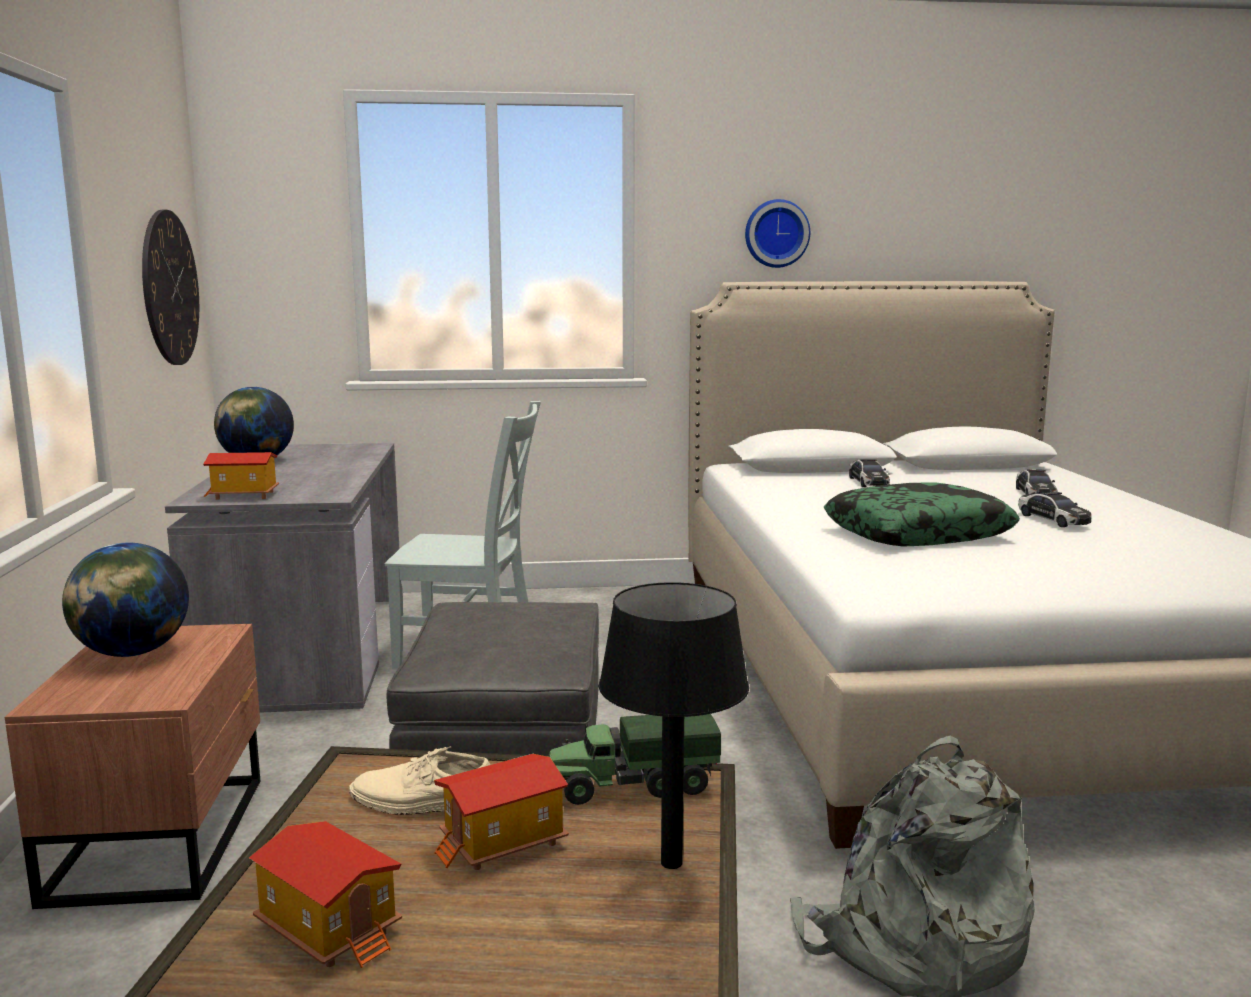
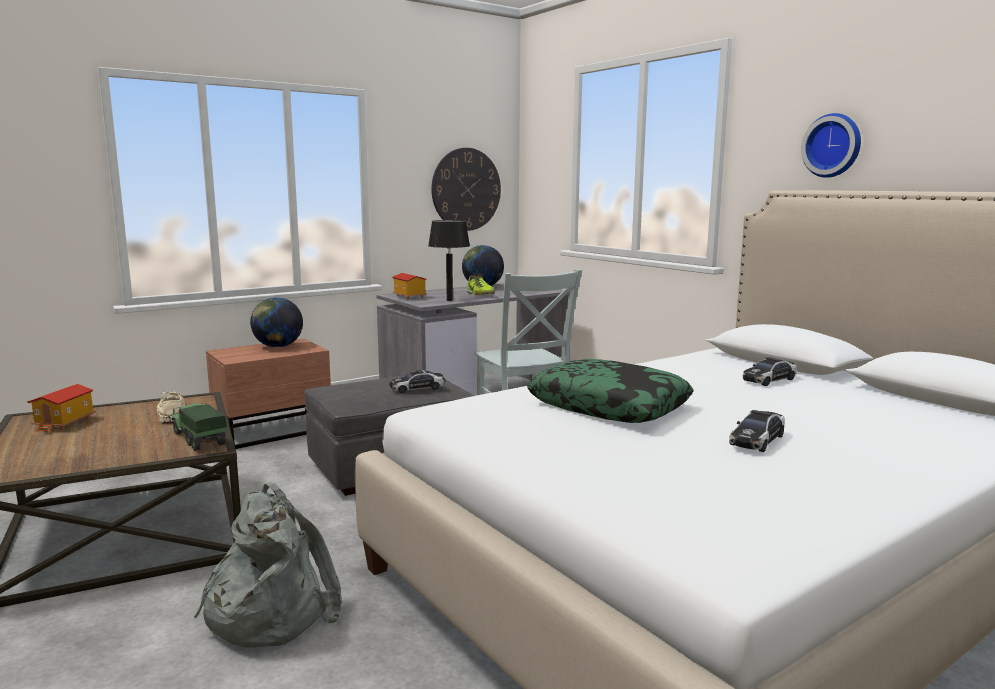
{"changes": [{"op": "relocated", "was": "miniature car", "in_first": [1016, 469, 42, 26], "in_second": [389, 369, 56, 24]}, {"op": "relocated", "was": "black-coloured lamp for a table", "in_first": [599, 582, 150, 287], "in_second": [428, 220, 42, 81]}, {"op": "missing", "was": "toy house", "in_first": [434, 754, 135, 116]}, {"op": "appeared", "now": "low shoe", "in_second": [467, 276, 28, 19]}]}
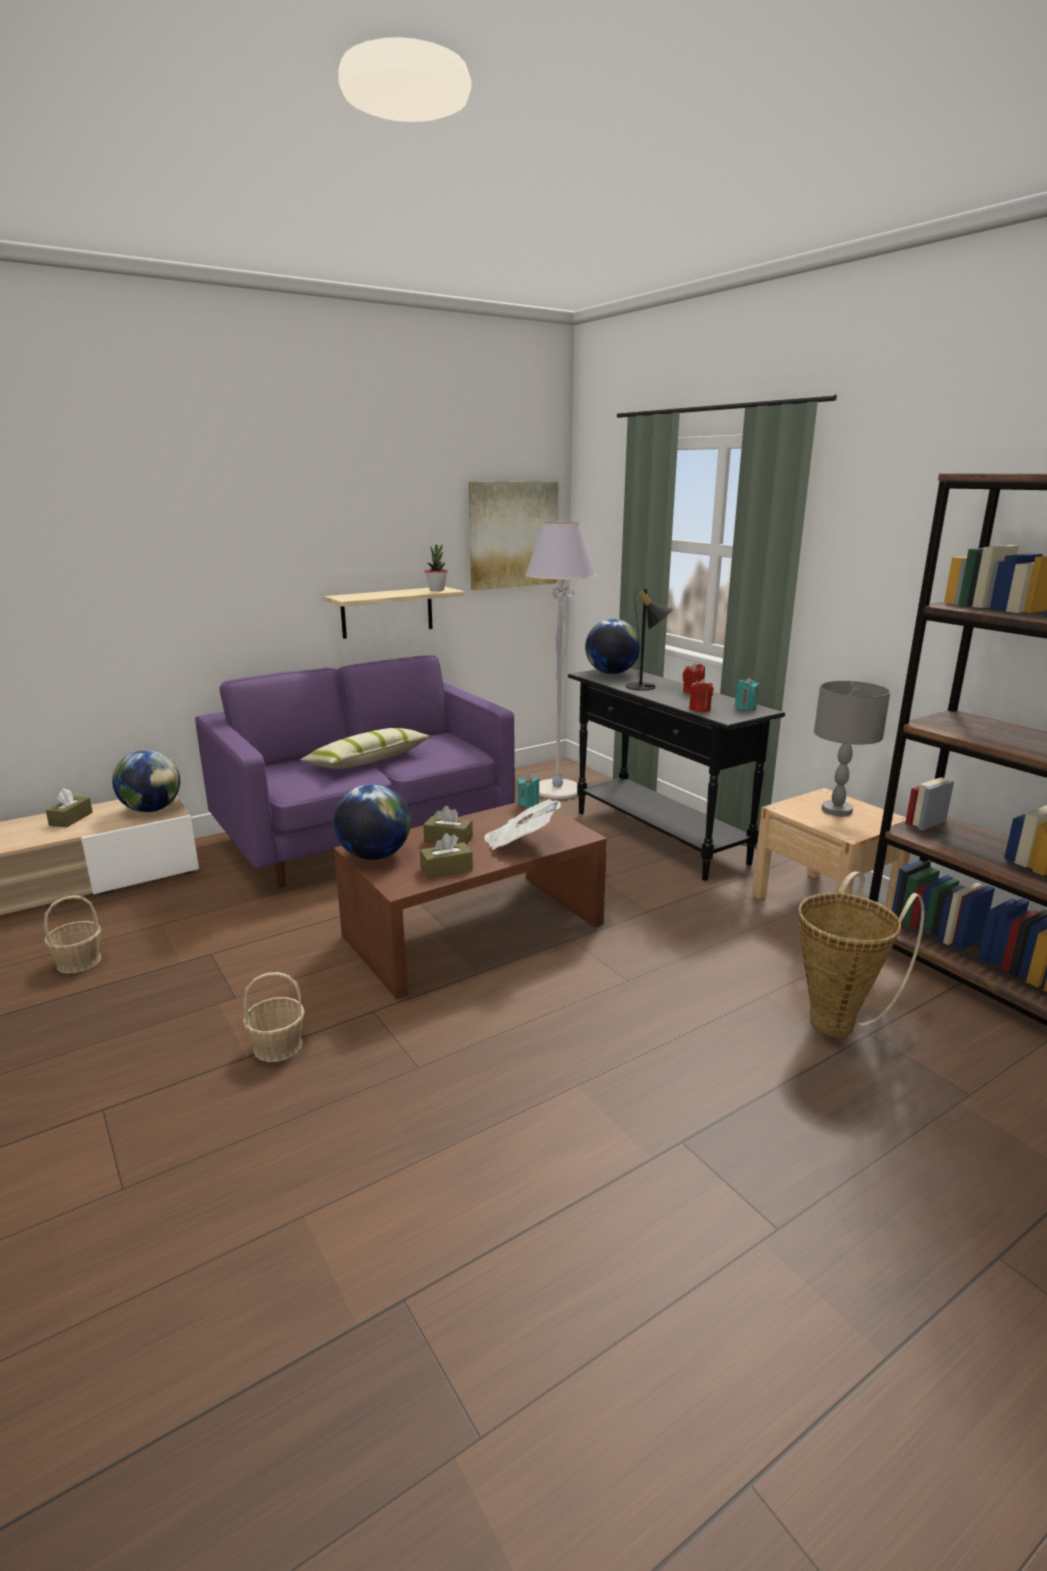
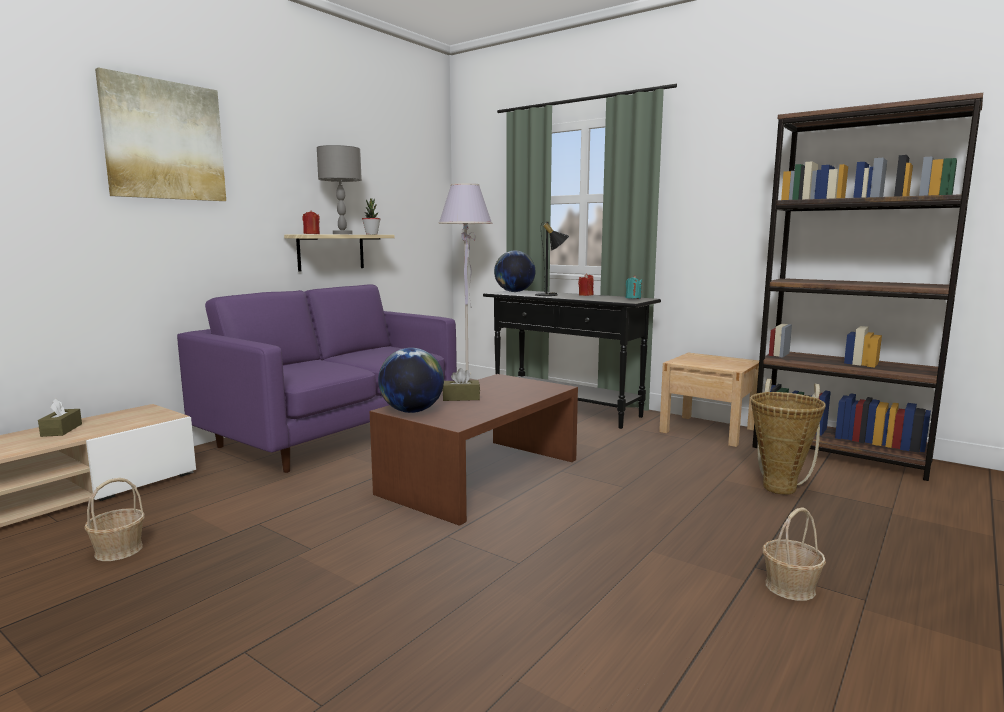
{"changes": [{"op": "relocated", "was": "picture", "in_first": [469, 481, 90, 109], "in_second": [95, 67, 131, 134]}, {"op": "relocated", "was": "red-coloured wax candle", "in_first": [689, 679, 25, 33], "in_second": [303, 210, 17, 24]}, {"op": "relocated", "was": "grey lamp for a table", "in_first": [814, 681, 77, 135], "in_second": [317, 145, 45, 89]}, {"op": "missing", "was": "throw pillow", "in_first": [300, 728, 132, 41]}, {"op": "missing", "was": "globe", "in_first": [112, 750, 68, 62]}, {"op": "missing", "was": "blue-green wax candle", "in_first": [518, 774, 22, 34]}, {"op": "missing", "was": "daily paper", "in_first": [484, 799, 77, 51]}, {"op": "missing", "was": "brown box of tissues", "in_first": [420, 833, 53, 45]}, {"op": "relocated", "was": "basket", "in_first": [243, 972, 62, 90], "in_second": [763, 507, 63, 94]}]}
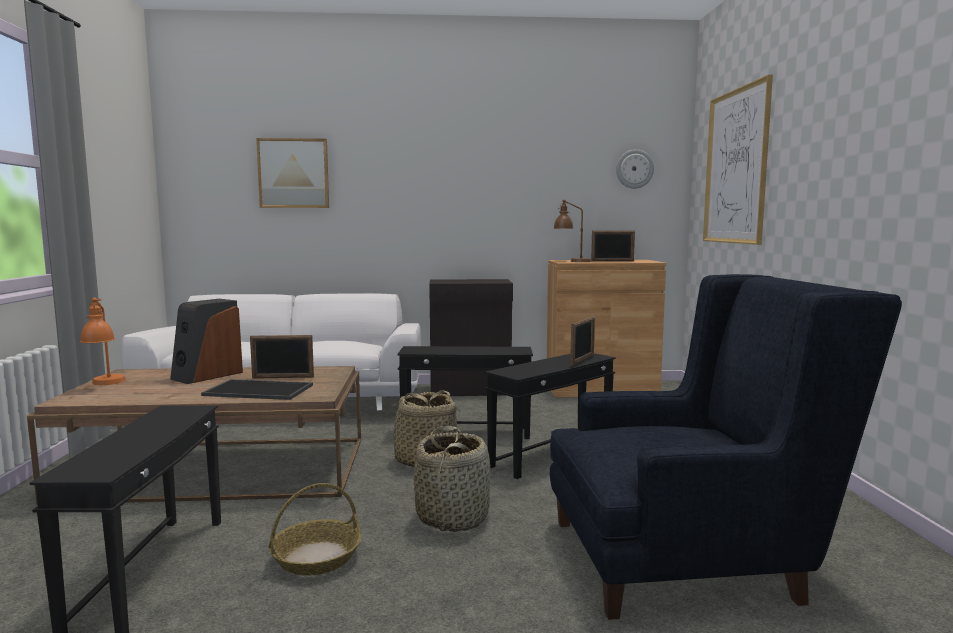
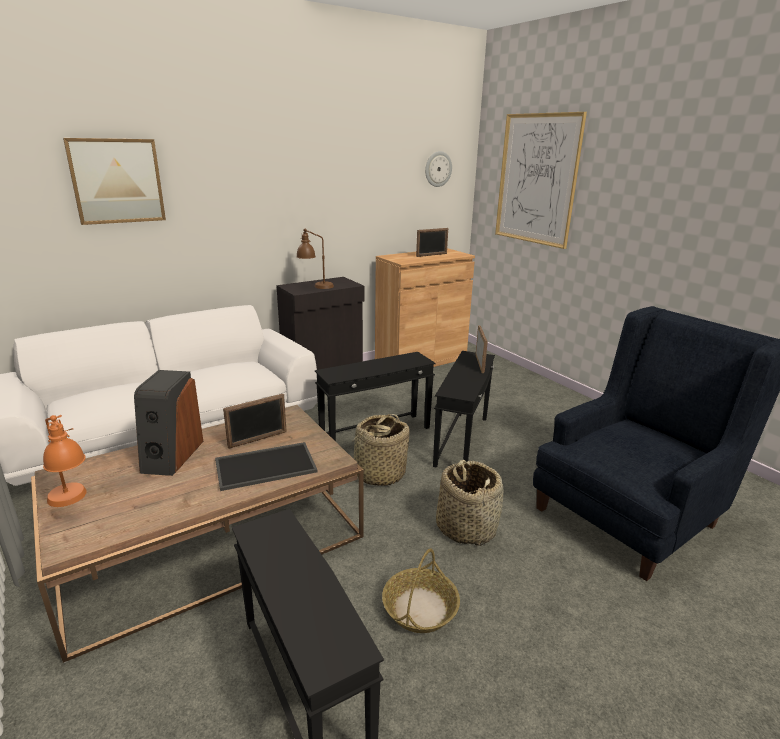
{"changes": [{"op": "relocated", "was": "brown lamp for a table", "in_first": [553, 200, 38, 62], "in_second": [296, 229, 38, 60]}]}
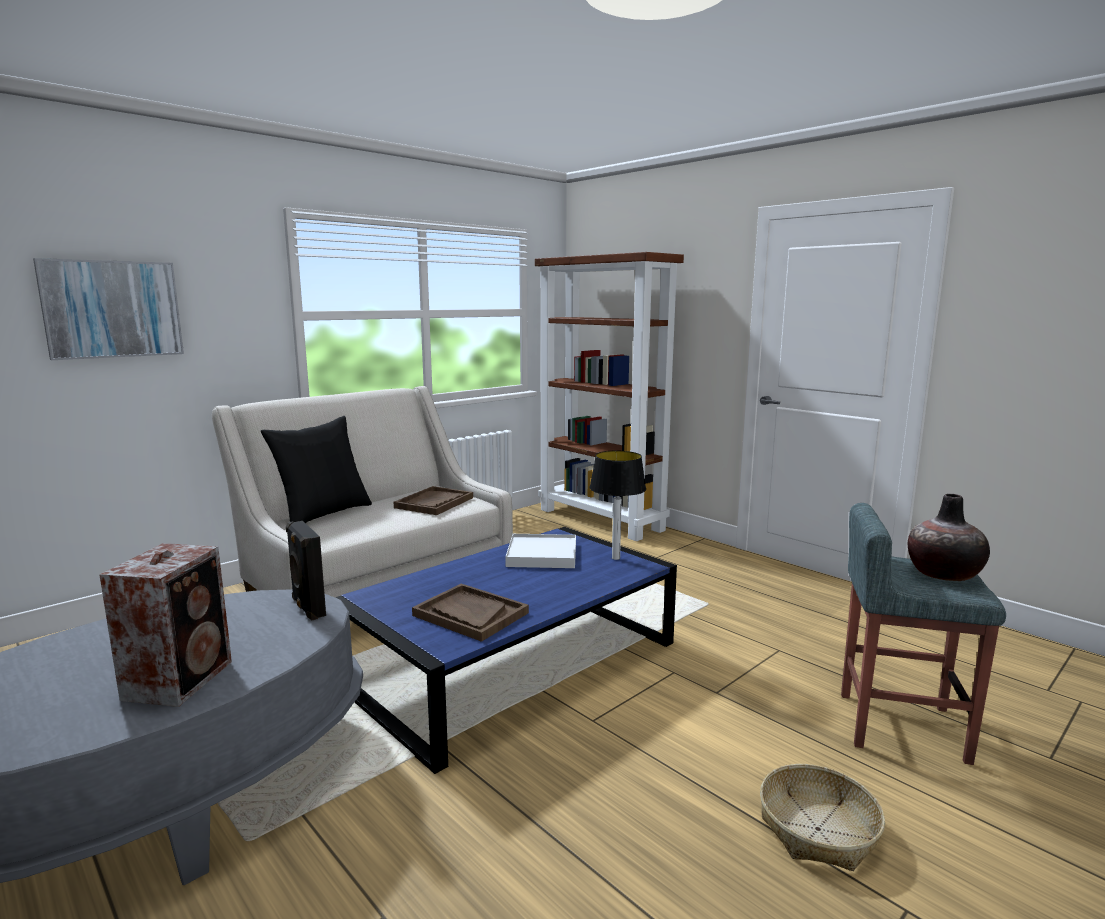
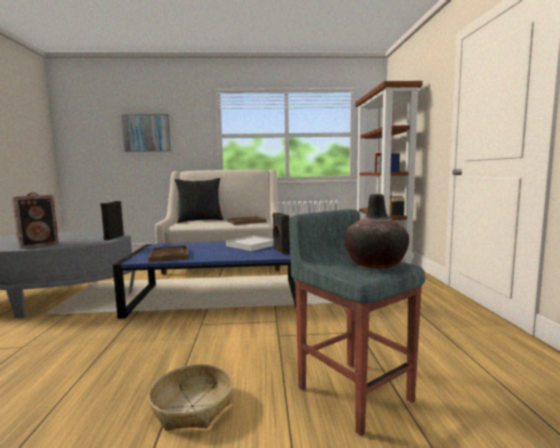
{"changes": [{"op": "exchanged", "was": "lamp for a table", "now": "black-coloured loudspeaker", "in_first": [589, 451, 57, 109], "in_second": [272, 213, 18, 42]}]}
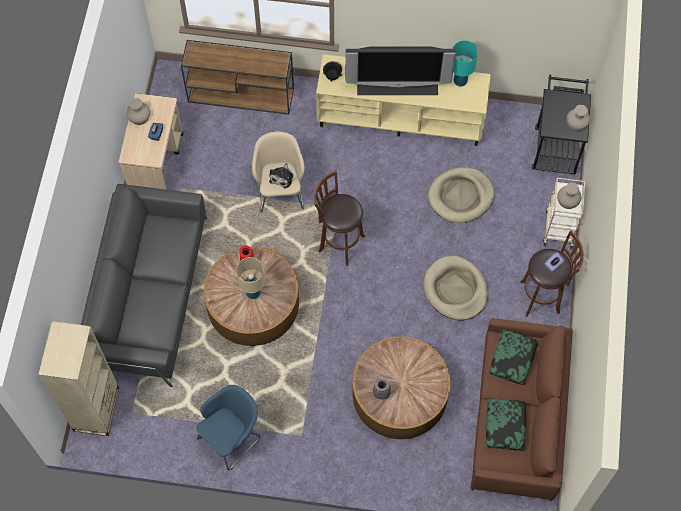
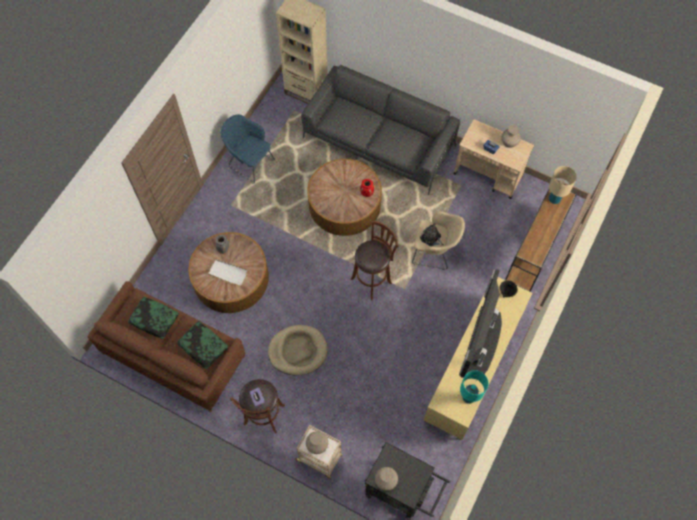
{"changes": [{"op": "missing", "was": "sand-coloured dog cushion", "in_first": [428, 167, 66, 56]}, {"op": "relocated", "was": "sand-coloured lamp for a table", "in_first": [236, 257, 29, 42], "in_second": [549, 166, 28, 38]}, {"op": "spun", "was": "blue easy chair", "in_first": [196, 385, 64, 85], "in_second": [221, 114, 54, 69], "clockwise": 150}, {"op": "appeared", "now": "white carrying tray", "in_second": [208, 259, 40, 28]}]}
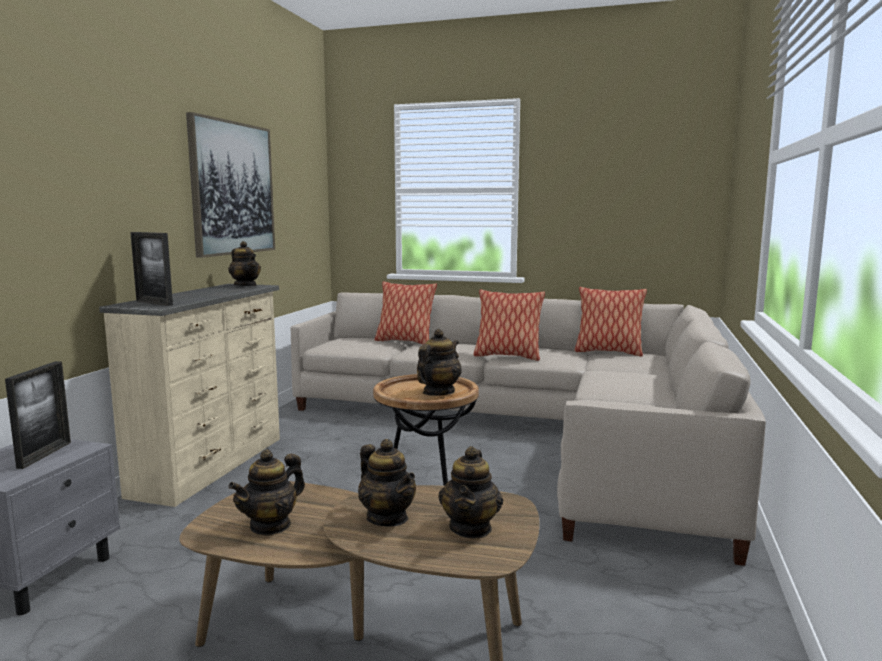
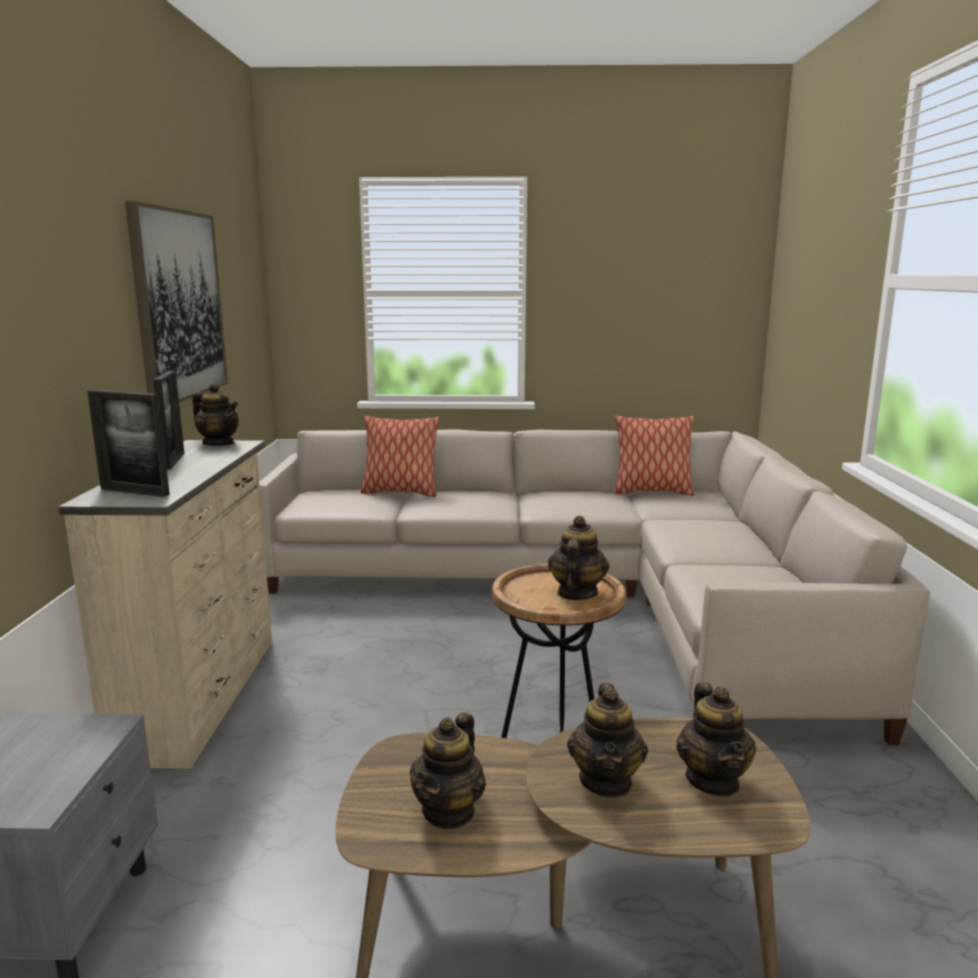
{"changes": [{"op": "missing", "was": "throw pillow", "in_first": [473, 290, 72, 71]}, {"op": "relocated", "was": "standing frame", "in_first": [5, 361, 66, 108], "in_second": [153, 371, 31, 98]}, {"op": "spun", "was": "pot for tea", "in_first": [358, 439, 58, 87], "in_second": [567, 683, 81, 115], "clockwise": 60}]}
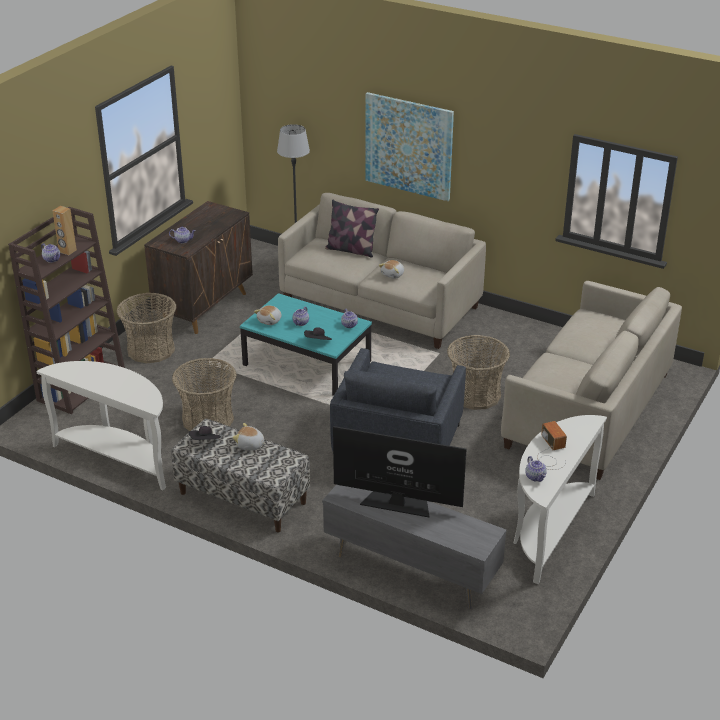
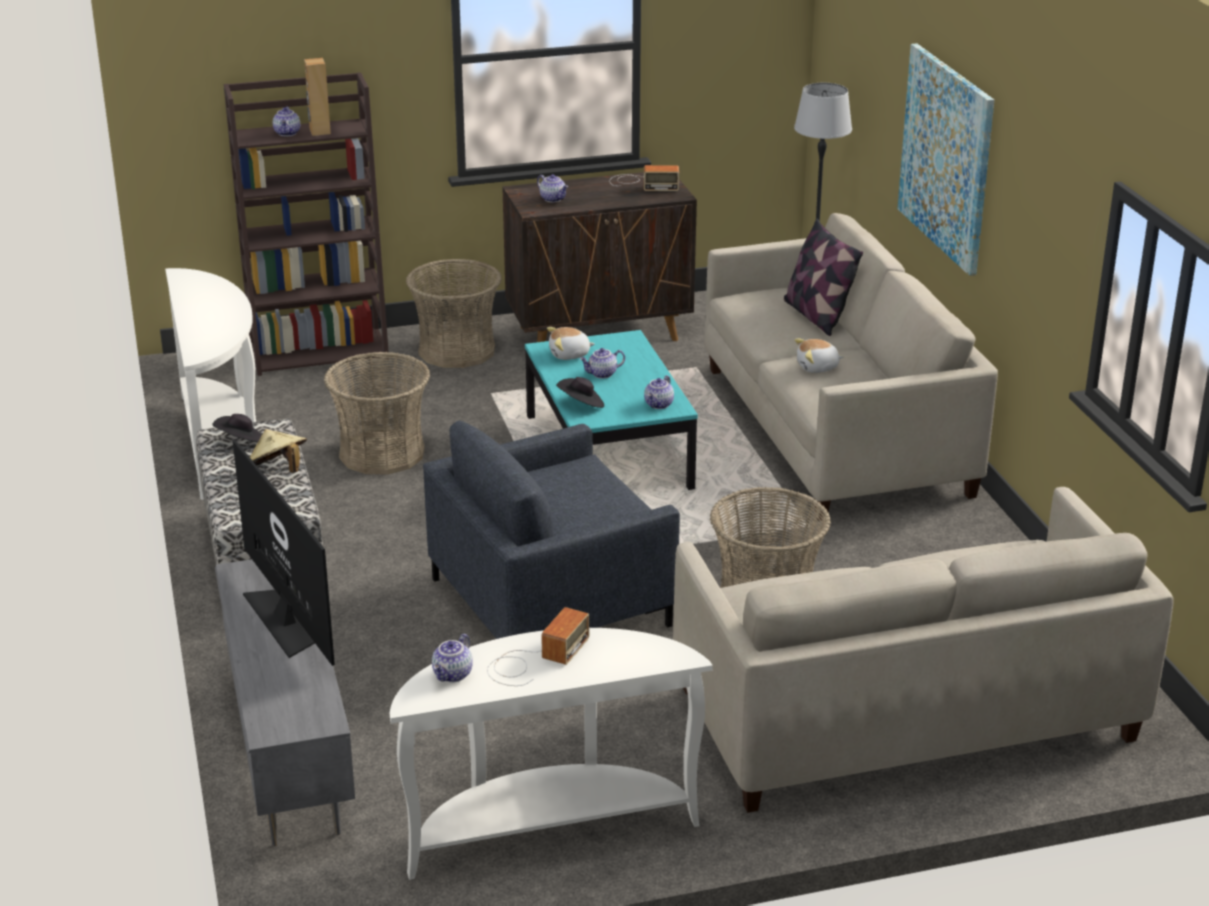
{"changes": [{"op": "exchanged", "was": "soft toy", "now": "sand-coloured hat", "in_first": [233, 423, 33, 27], "in_second": [250, 429, 57, 44]}, {"op": "appeared", "now": "radio set", "in_second": [610, 165, 69, 26]}]}
